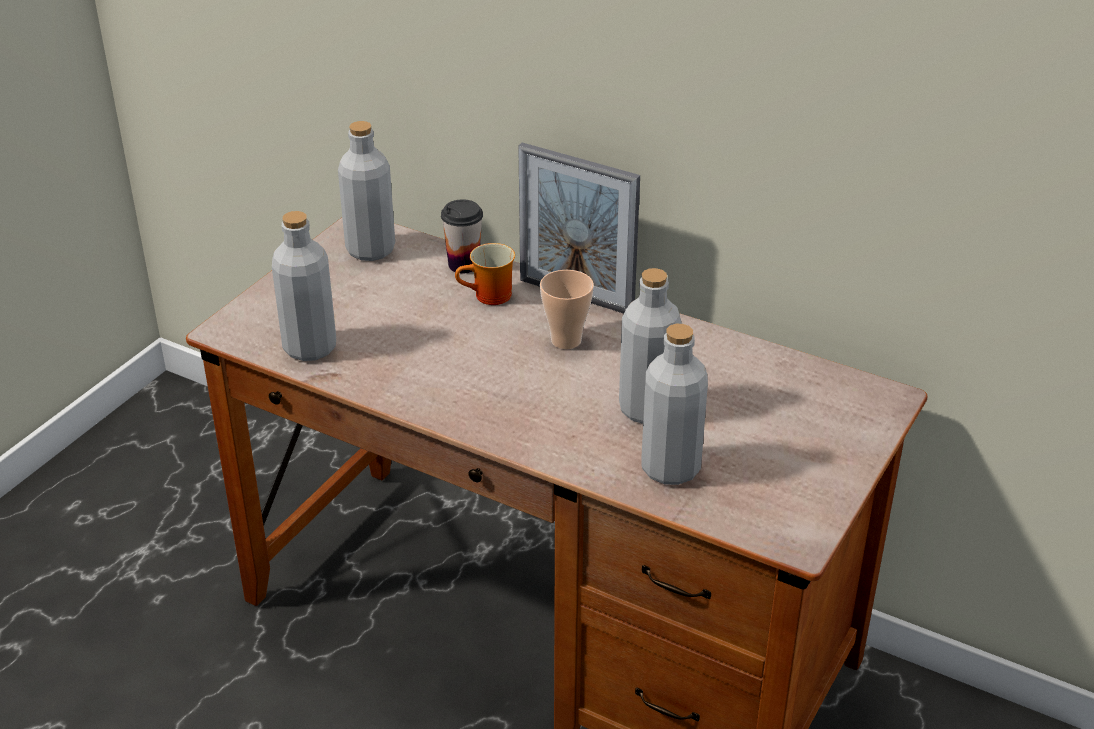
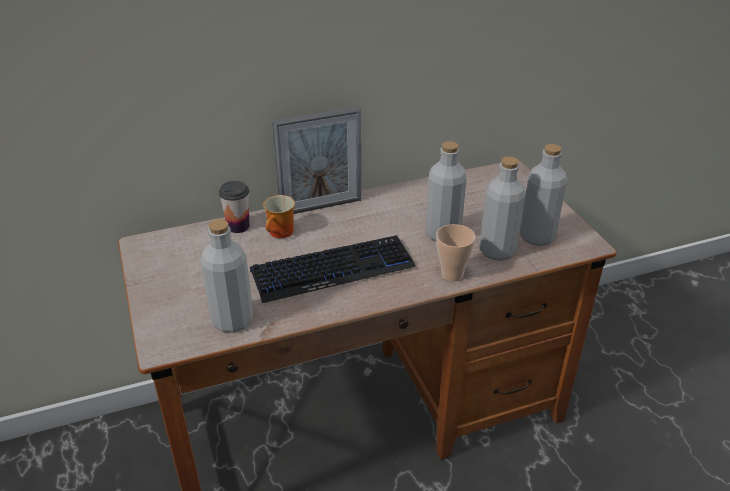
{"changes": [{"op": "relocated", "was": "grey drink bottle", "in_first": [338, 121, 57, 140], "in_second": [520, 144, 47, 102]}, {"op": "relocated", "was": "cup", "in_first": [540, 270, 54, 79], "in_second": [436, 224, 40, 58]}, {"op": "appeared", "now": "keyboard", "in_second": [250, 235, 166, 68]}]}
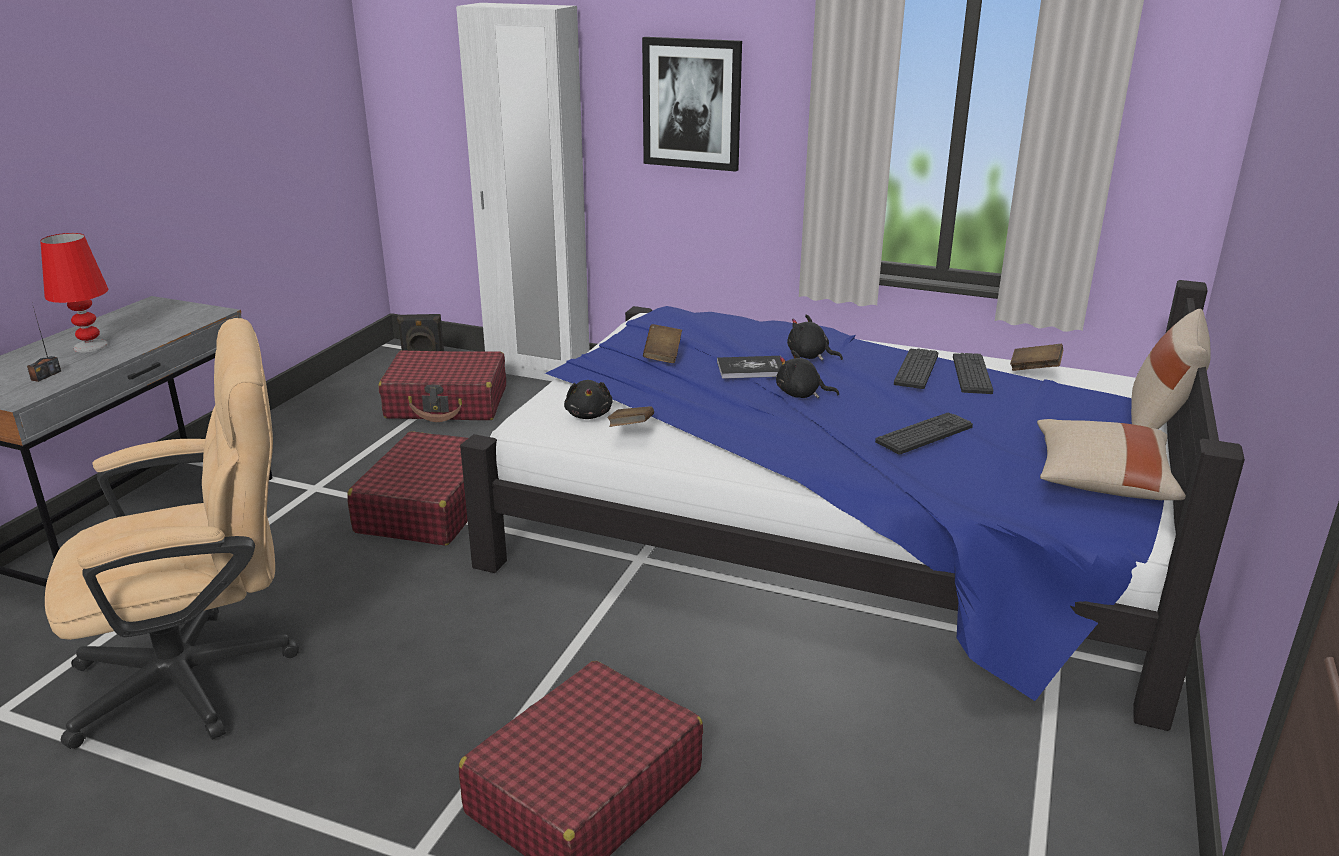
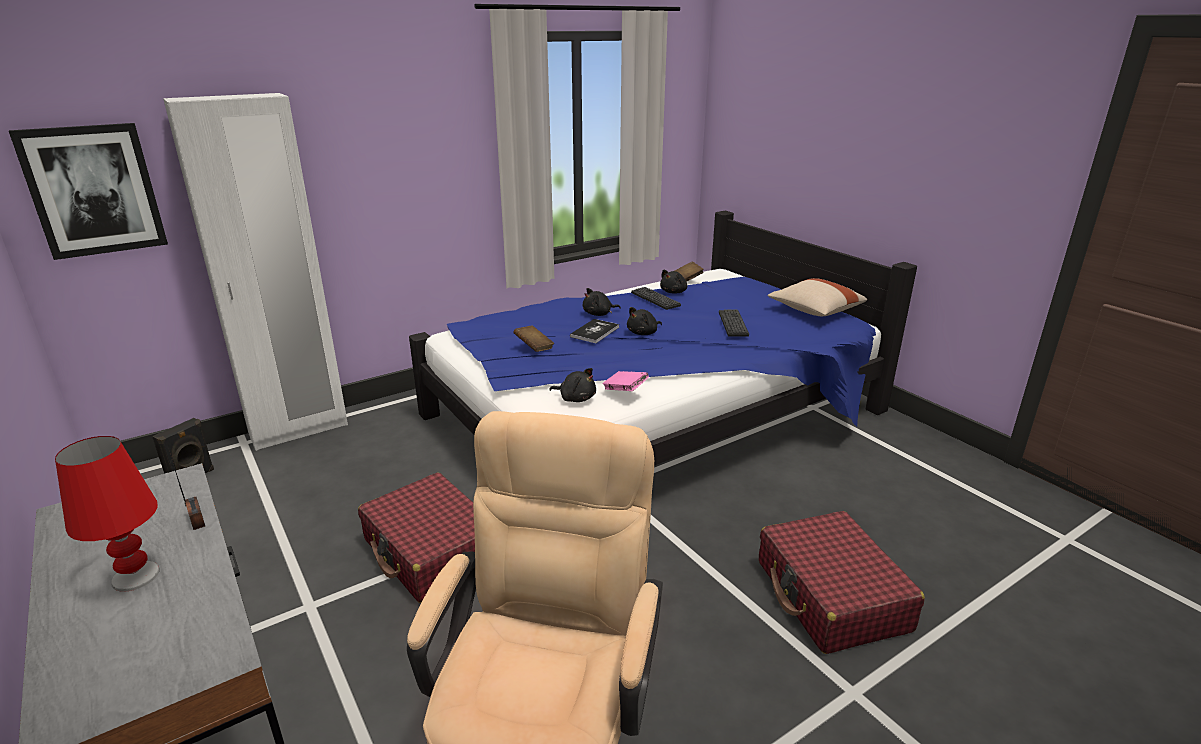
{"changes": [{"op": "relocated", "was": "picture", "in_first": [642, 37, 100, 135], "in_second": [9, 123, 159, 137]}, {"op": "relocated", "was": "radio set", "in_first": [27, 307, 34, 75], "in_second": [167, 445, 38, 85]}, {"op": "missing", "was": "sand-coloured throw pillow", "in_first": [1131, 309, 80, 120]}, {"op": "missing", "was": "red-coloured travel case", "in_first": [379, 350, 127, 72]}, {"op": "exchanged", "was": "keyboard", "now": "black-coloured soft toy", "in_first": [953, 353, 40, 41], "in_second": [660, 270, 27, 24]}, {"op": "colour", "was": "brown bound book", "now": "pinkish bound book", "in_first": [607, 406, 47, 21], "in_second": [603, 371, 46, 20]}]}
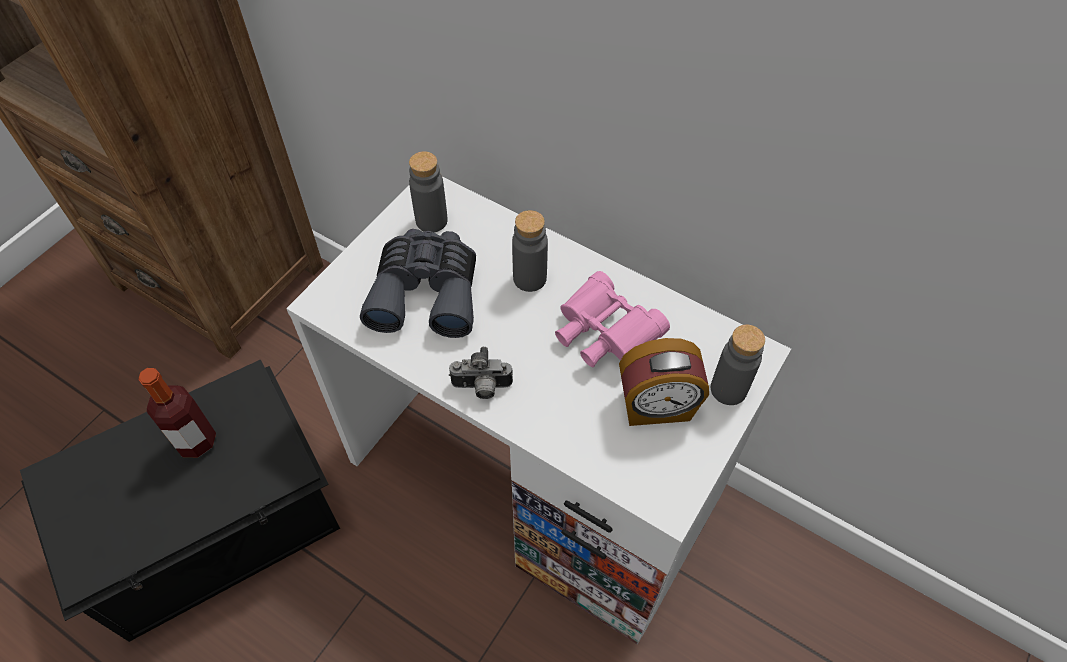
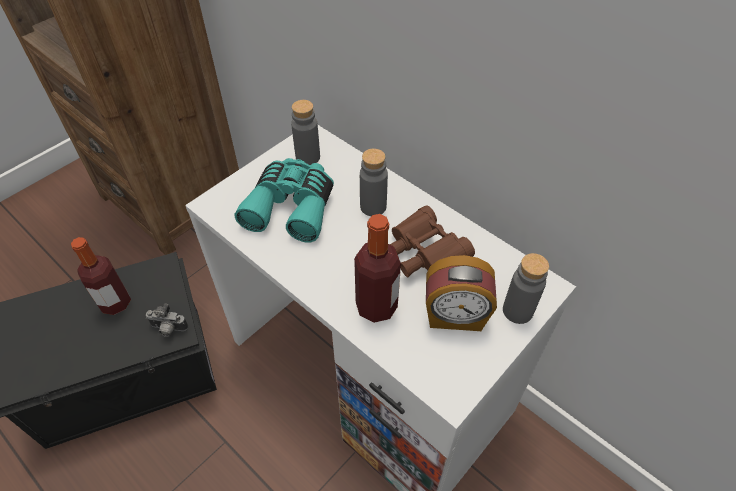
{"changes": [{"op": "colour", "was": "grey pair of binoculars", "now": "blue-green pair of binoculars", "in_first": [360, 229, 116, 109], "in_second": [234, 158, 100, 84]}, {"op": "colour", "was": "pinkish pair of binoculars", "now": "brown pair of binoculars", "in_first": [555, 271, 115, 96], "in_second": [390, 205, 85, 72]}, {"op": "relocated", "was": "still camera", "in_first": [449, 347, 64, 52], "in_second": [146, 303, 42, 34]}, {"op": "appeared", "now": "drink bottle", "in_second": [354, 214, 47, 109]}]}
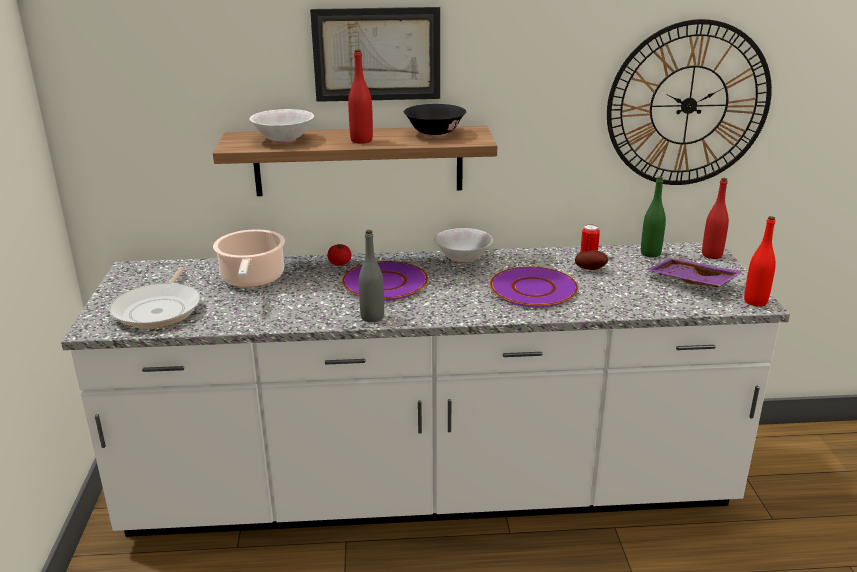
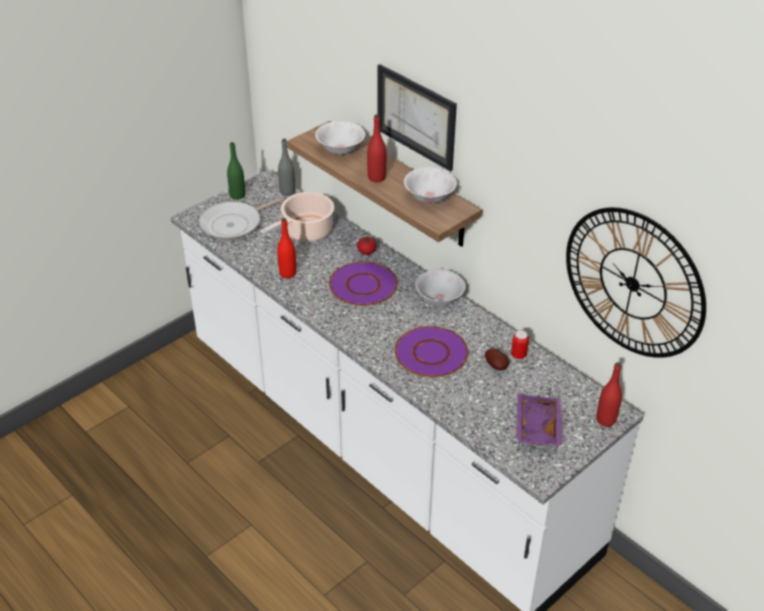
{"changes": [{"op": "colour", "was": "black-coloured deep dish", "now": "white deep dish", "in_first": [404, 104, 62, 33], "in_second": [404, 167, 53, 37]}, {"op": "relocated", "was": "green drink bottle", "in_first": [641, 177, 25, 80], "in_second": [227, 142, 18, 58]}, {"op": "relocated", "was": "red-coloured drink bottle", "in_first": [744, 216, 32, 91], "in_second": [277, 218, 19, 61]}, {"op": "relocated", "was": "grey drink bottle", "in_first": [359, 230, 25, 92], "in_second": [278, 139, 17, 57]}]}
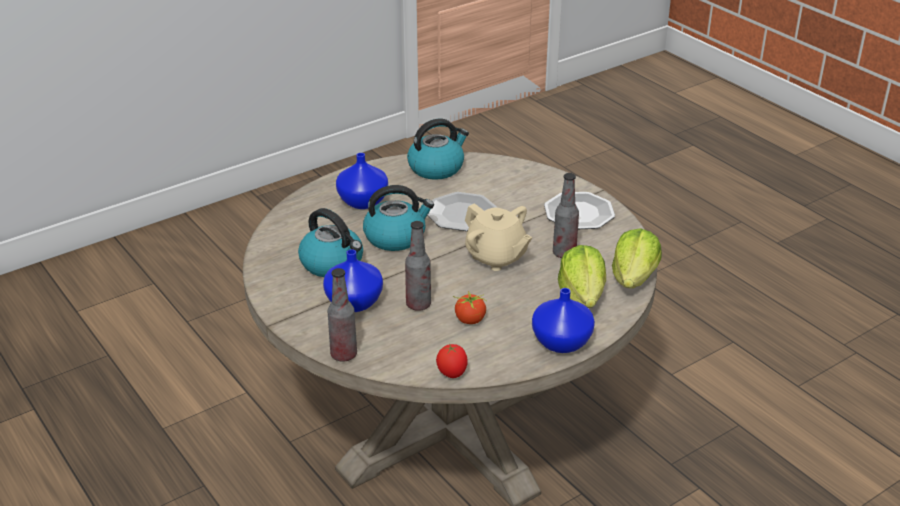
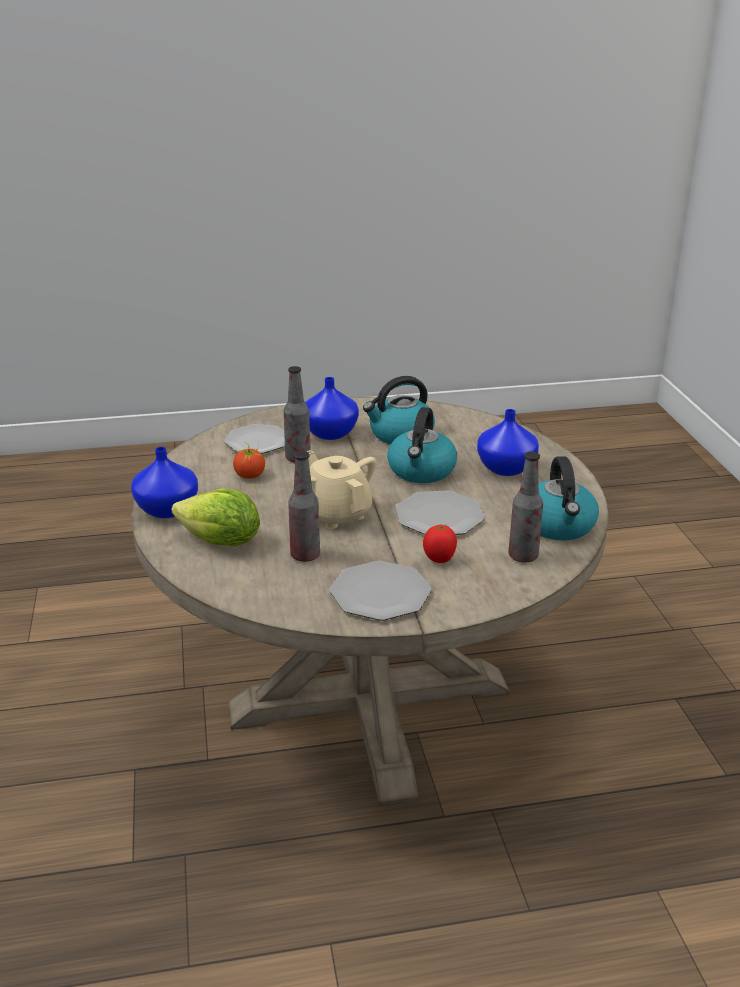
{"changes": [{"op": "spun", "was": "sand-coloured pot for tea", "in_first": [465, 203, 67, 68], "in_second": [293, 450, 83, 79], "clockwise": 75}, {"op": "missing", "was": "head of lettuce", "in_first": [612, 228, 50, 60]}, {"op": "relocated", "was": "drink bottle", "in_first": [328, 268, 29, 94], "in_second": [509, 452, 34, 111]}, {"op": "relocated", "was": "tomato", "in_first": [436, 344, 32, 34], "in_second": [423, 524, 34, 39]}, {"op": "appeared", "now": "flat dish", "in_second": [224, 424, 61, 30]}]}
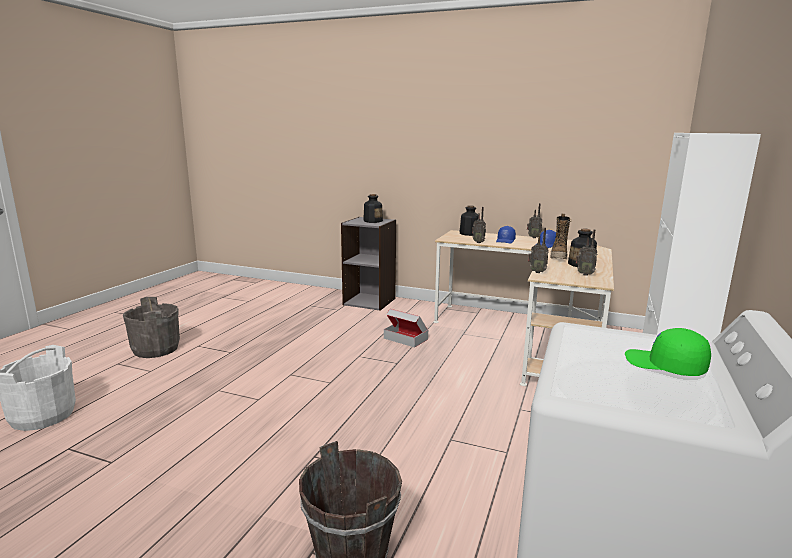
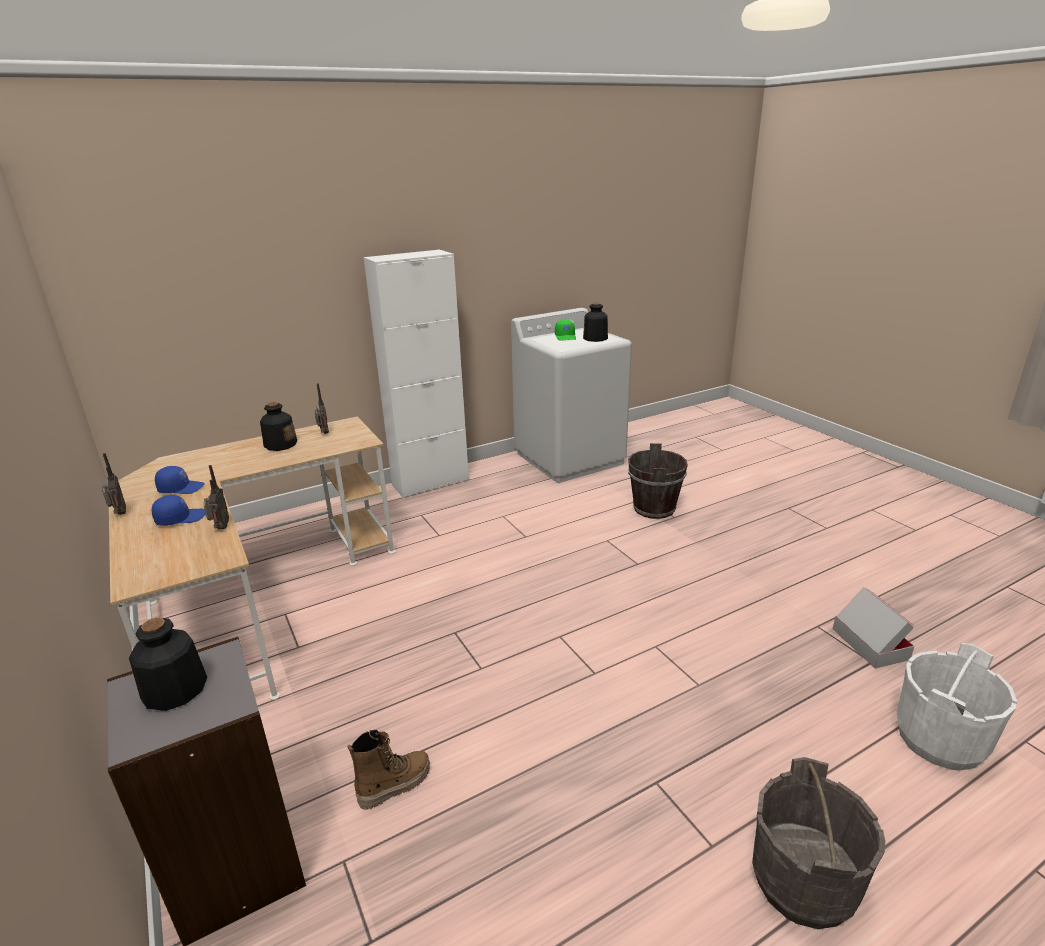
{"changes": [{"op": "relocated", "was": "drink bottle", "in_first": [460, 205, 18, 31], "in_second": [583, 303, 25, 39]}, {"op": "relocated", "was": "high-top boot", "in_first": [550, 214, 21, 45], "in_second": [348, 730, 82, 80]}, {"op": "missing", "was": "radio set", "in_first": [528, 228, 21, 45]}, {"op": "relocated", "was": "packing box", "in_first": [384, 309, 44, 39], "in_second": [833, 587, 81, 82]}]}
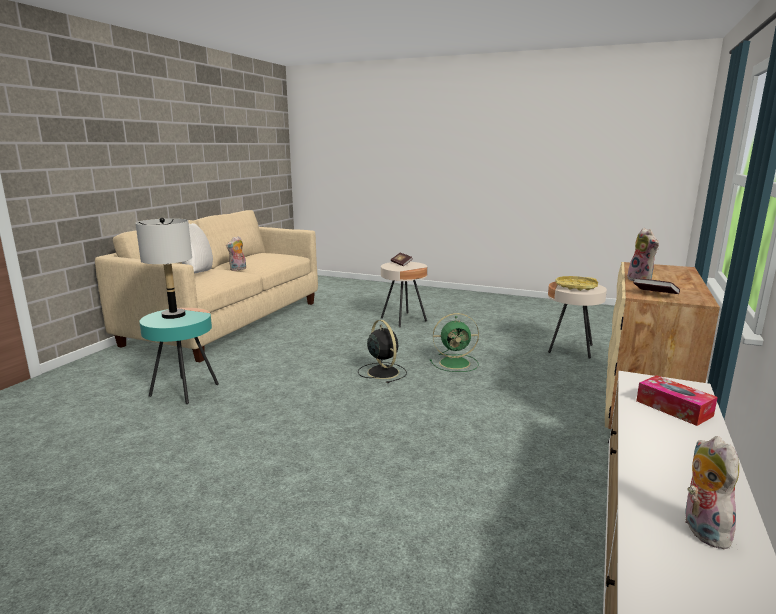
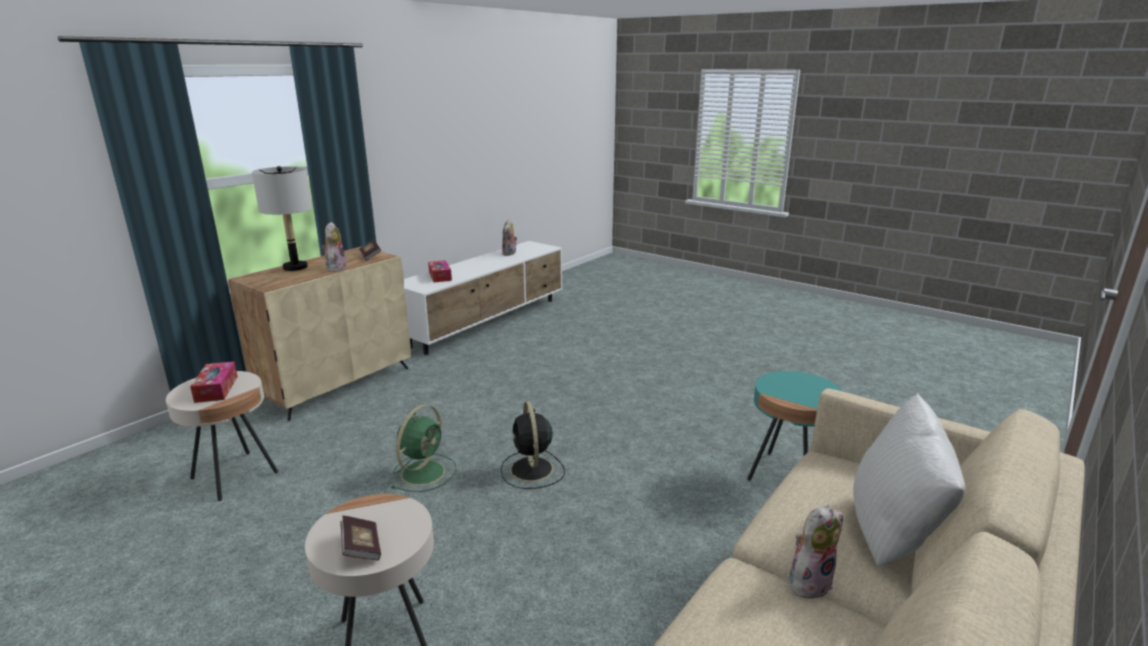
{"changes": [{"op": "relocated", "was": "grey lamp for a table", "in_first": [135, 218, 57, 101], "in_second": [252, 166, 60, 105]}, {"op": "exchanged", "was": "yellow carrying tray", "now": "box of tissues", "in_first": [555, 276, 43, 15], "in_second": [190, 362, 48, 41]}, {"op": "spun", "was": "green electric fan", "in_first": [430, 313, 49, 59], "in_second": [391, 405, 65, 87], "clockwise": 105}]}
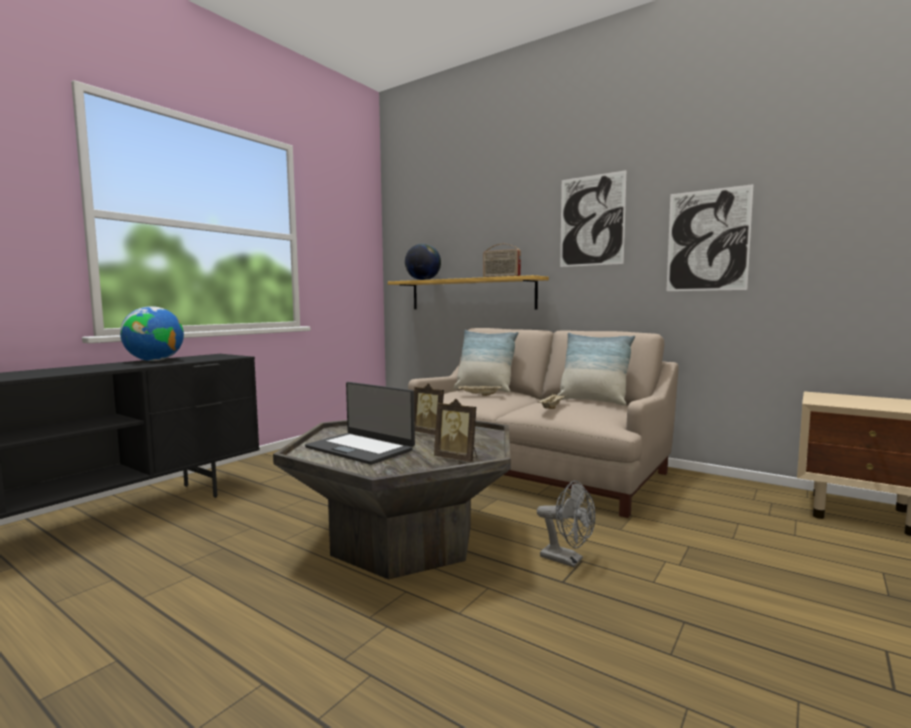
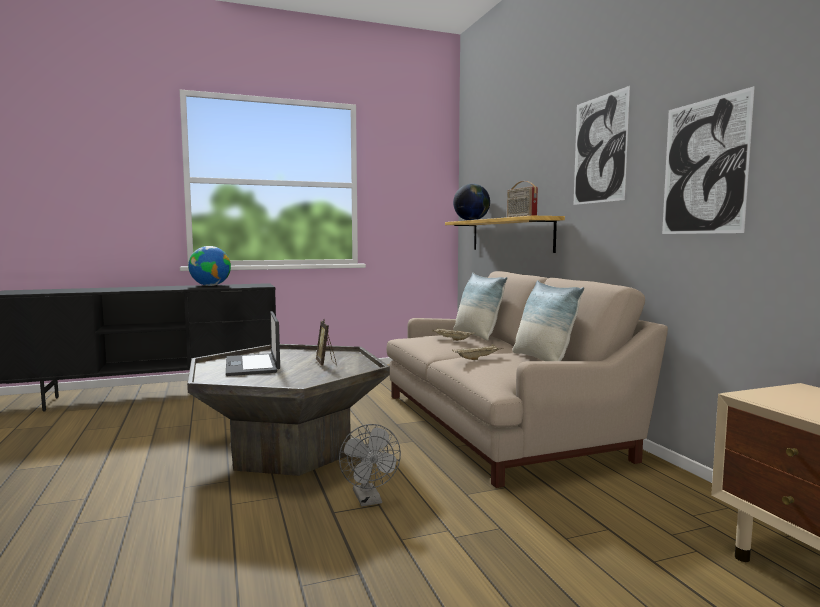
{"changes": [{"op": "missing", "was": "standing frame", "in_first": [434, 399, 43, 63]}]}
